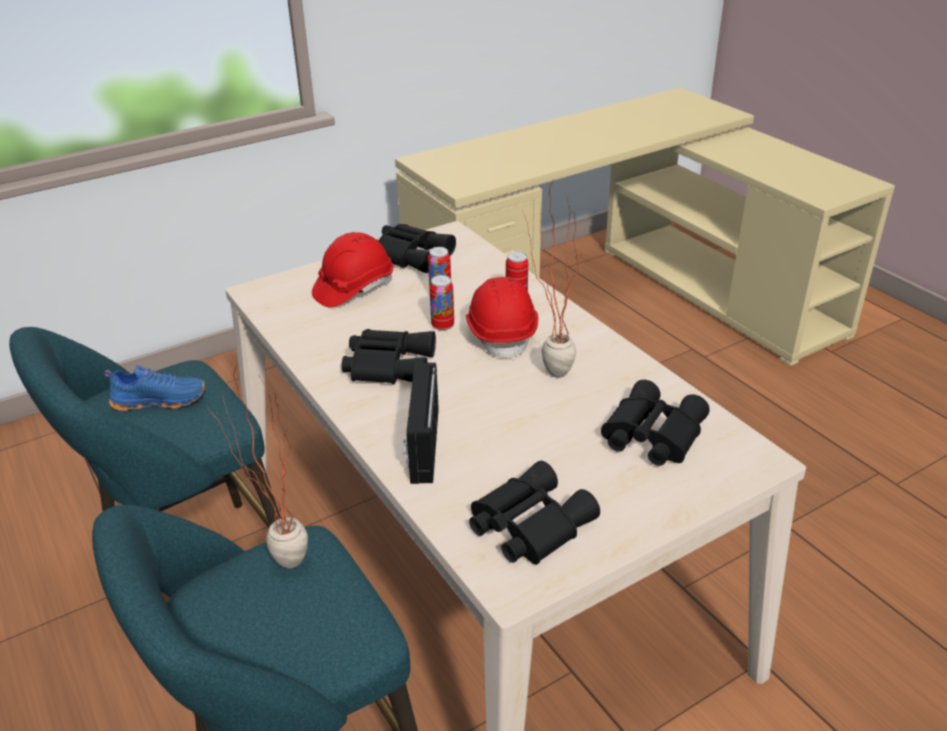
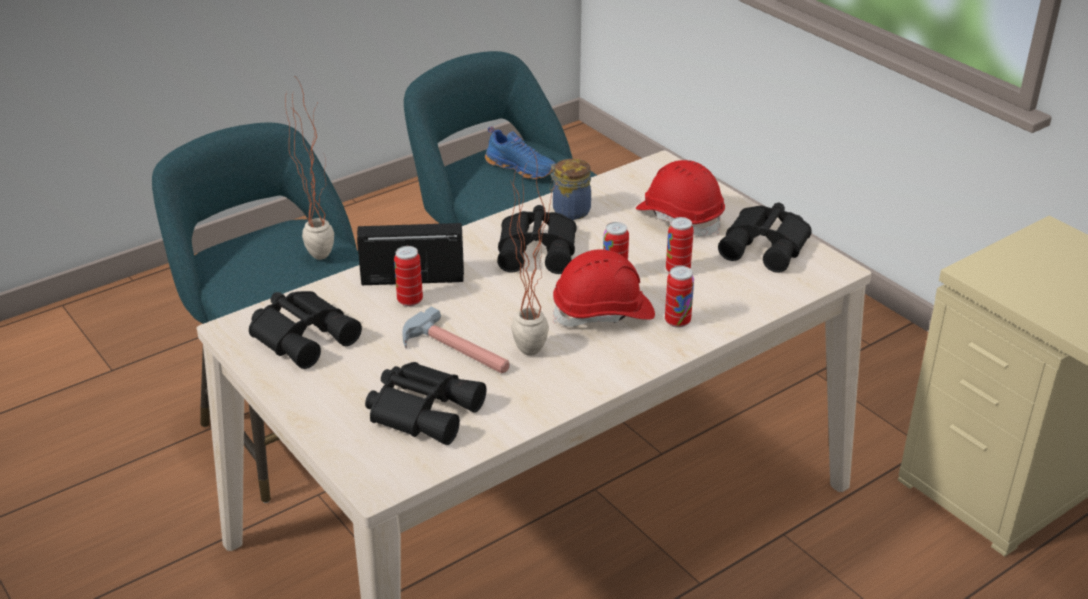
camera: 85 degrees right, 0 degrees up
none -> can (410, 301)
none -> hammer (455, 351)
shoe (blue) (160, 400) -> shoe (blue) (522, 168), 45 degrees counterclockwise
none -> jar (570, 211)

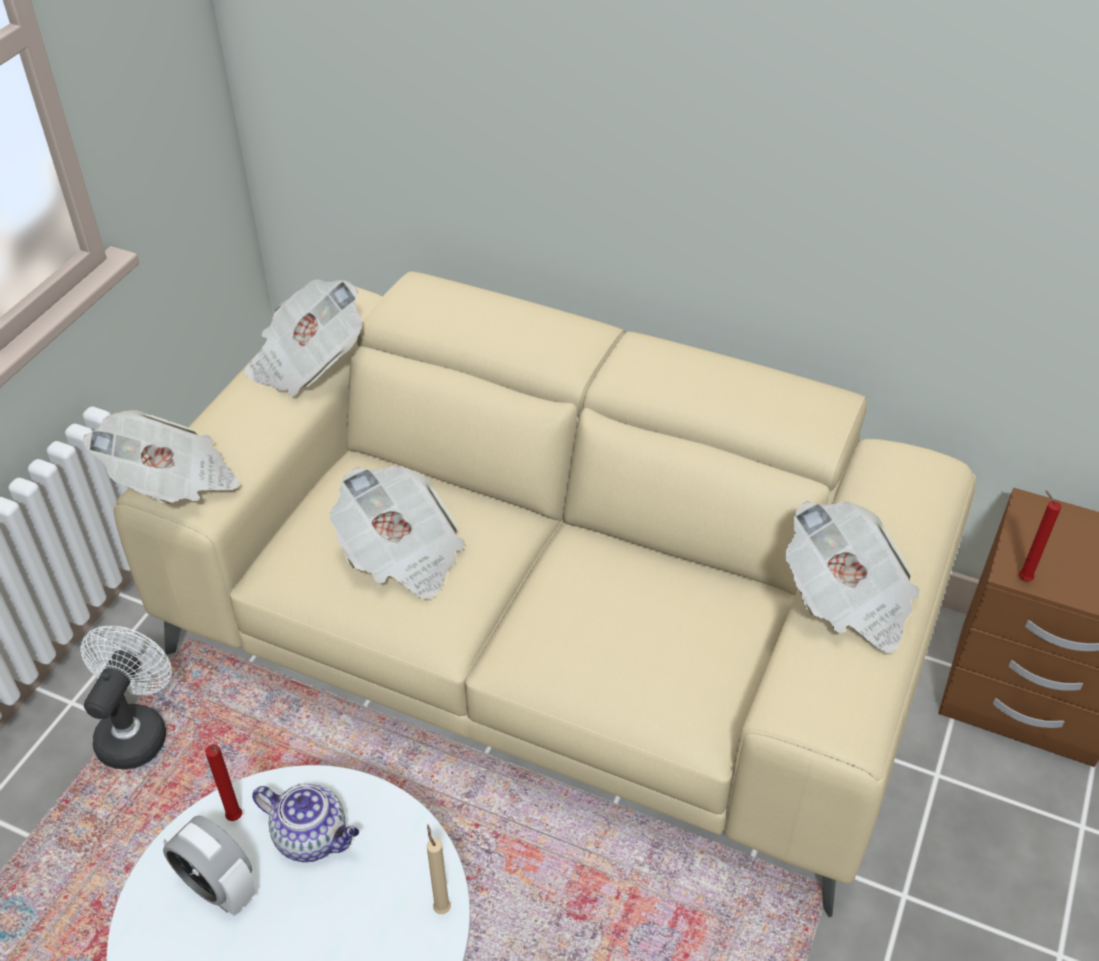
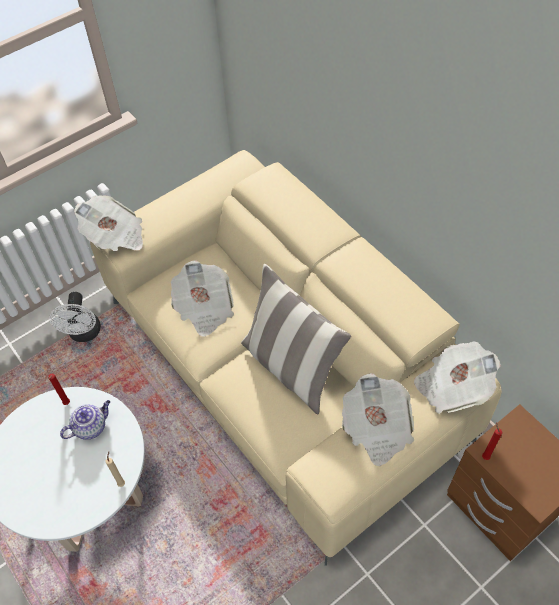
camera: 30 degrees right, 10 degrees up
fan (white) (136, 730) -> fan (white) (84, 334), 135 degrees clockwise
teapot (313, 837) -> teapot (91, 426), 90 degrees counterclockwise
none -> pillow (292, 367)
newspaper (306, 362) -> newspaper (452, 387), move
alarm clock (218, 887) -> none

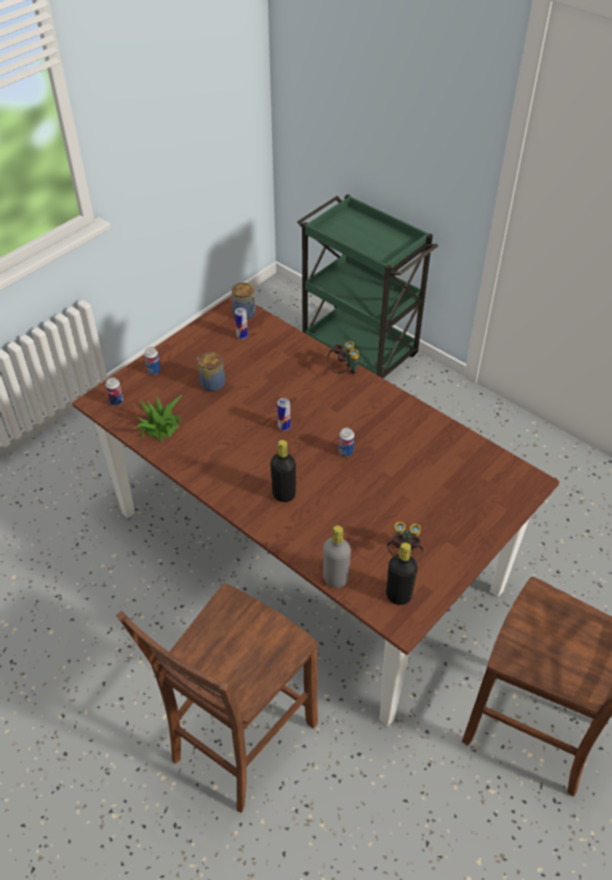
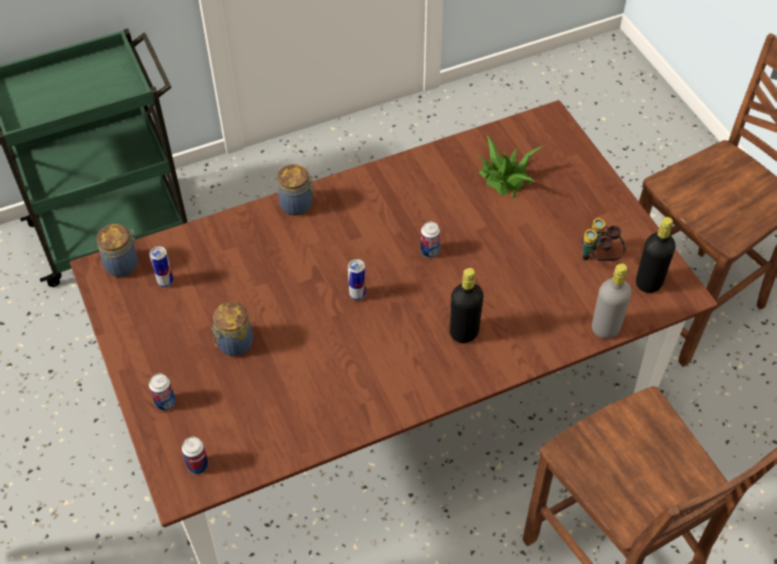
camera: 65 degrees left, 5 degrees up
binoculars (343, 371) -> jar (298, 205)
potted plant (160, 426) -> potted plant (505, 178), move

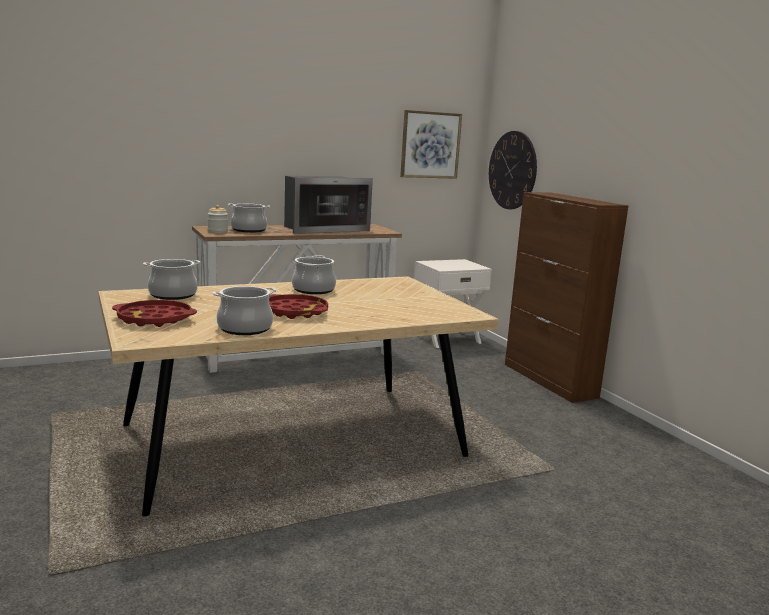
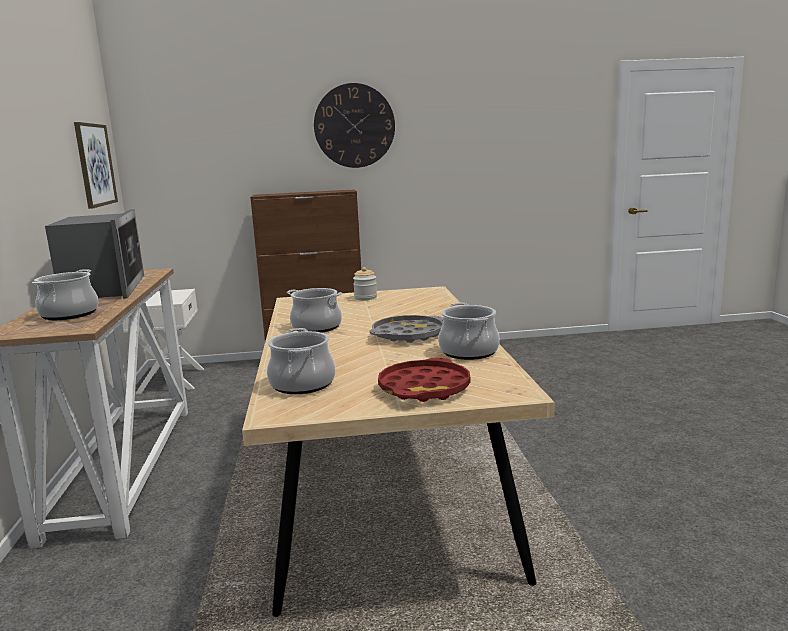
camera: 70 degrees left, 0 degrees up
wall clock (512, 170) -> wall clock (354, 126), move
jar (217, 231) -> jar (365, 298), move
tray (red) (295, 312) -> tray (grey) (407, 335)

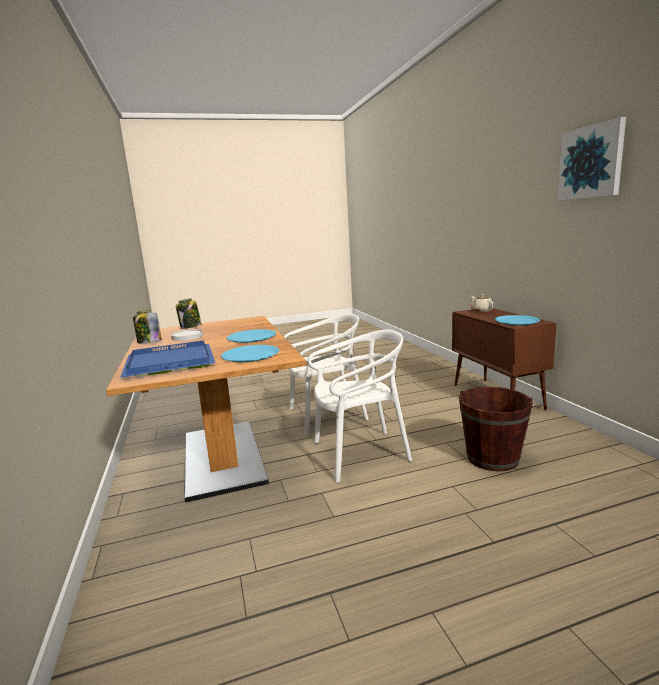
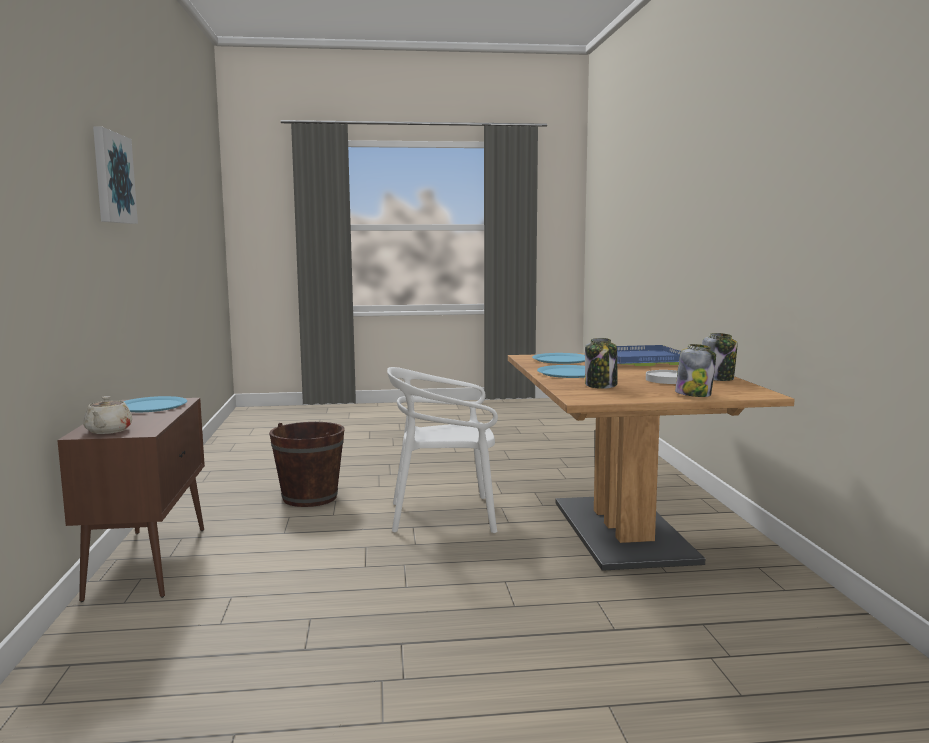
camera: 170 degrees left, 5 degrees down
none -> jar (601, 385)
chair (white) (326, 416) -> none

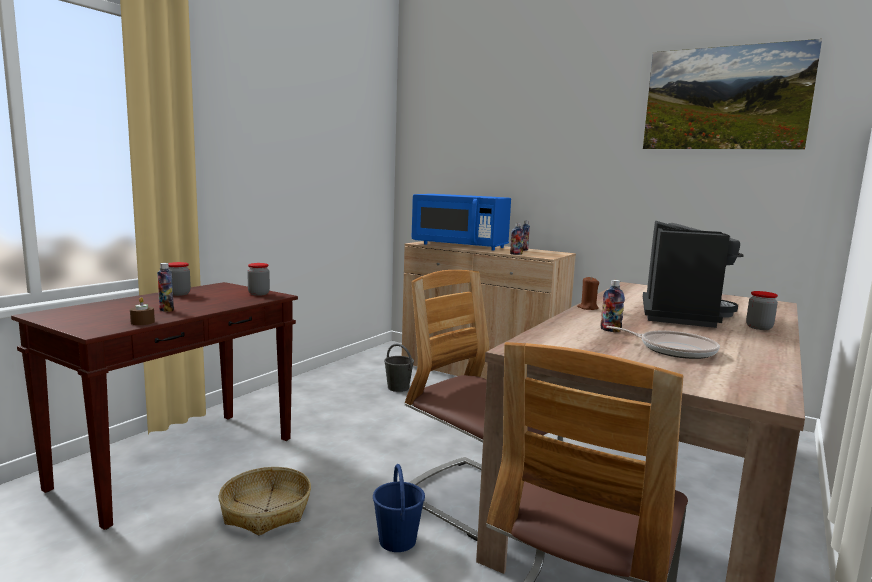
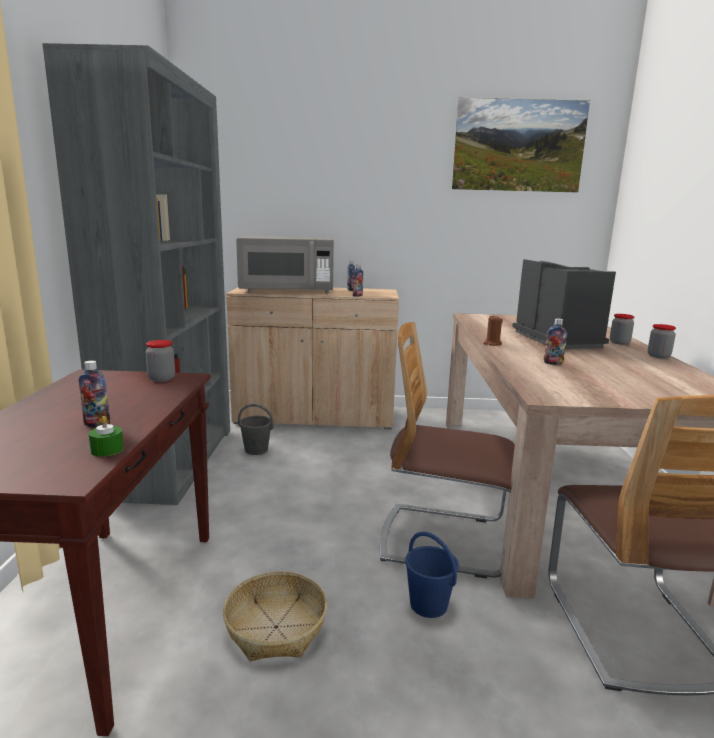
camera: 30 degrees left, 5 degrees up
none -> bookcase (grey) (173, 461)
candle (brown) (142, 322) -> candle (green) (107, 450)
microwave (blue) (460, 246) -> microwave (grey) (286, 291)
jar (179, 294) -> jar (658, 356), move
frying pan (673, 349) -> none

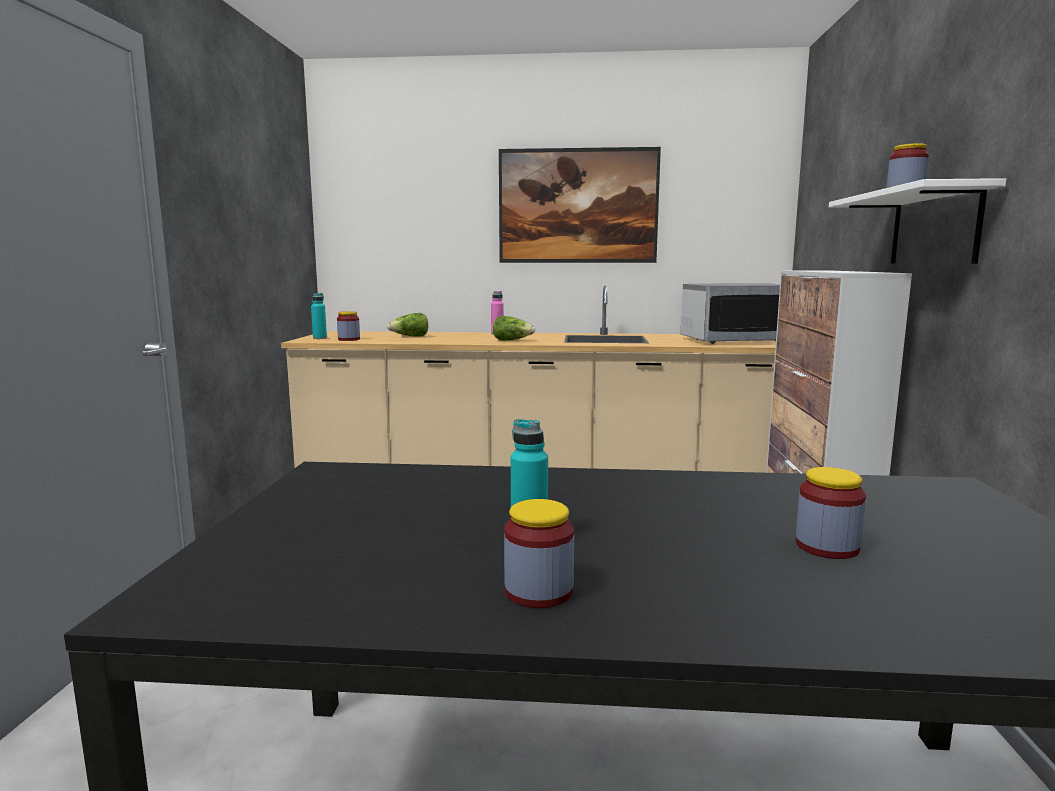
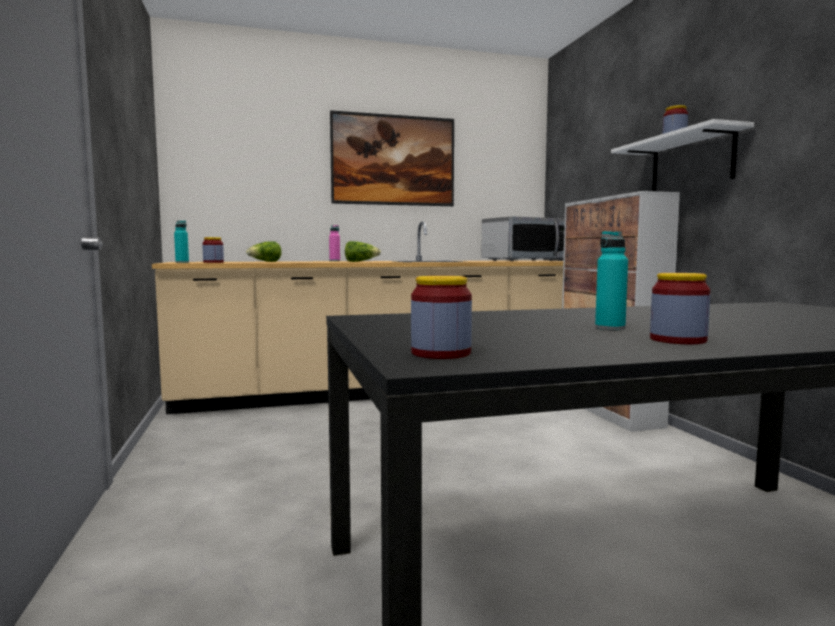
camera: 20 degrees left, 5 degrees down
jar (827, 546) -> jar (441, 353), move

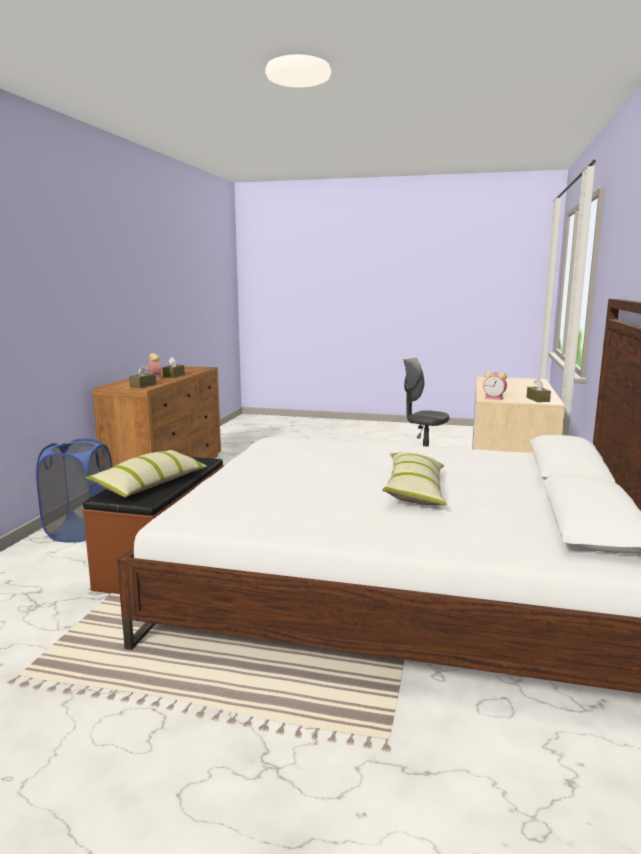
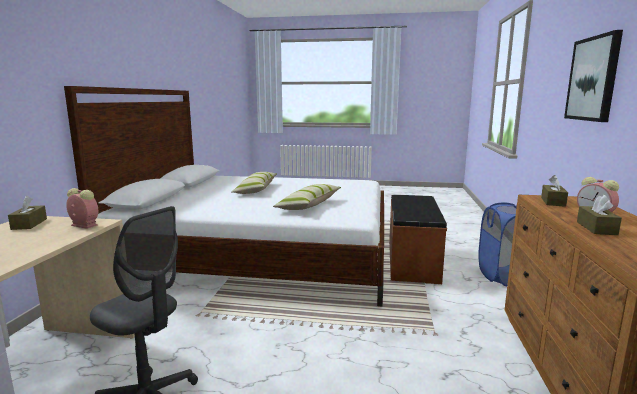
camera: 175 degrees right, 0 degrees up
pillow (150, 484) -> pillow (309, 205), move
none -> picture (593, 79)

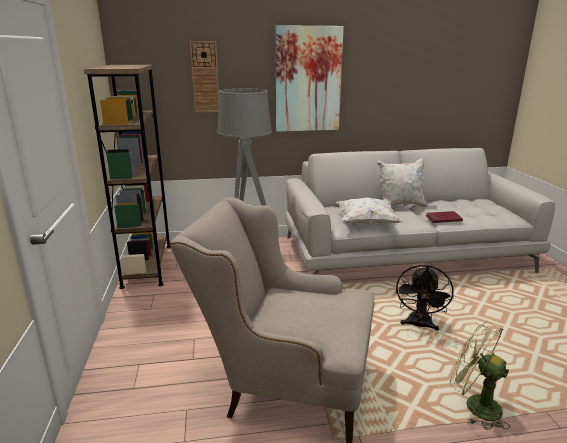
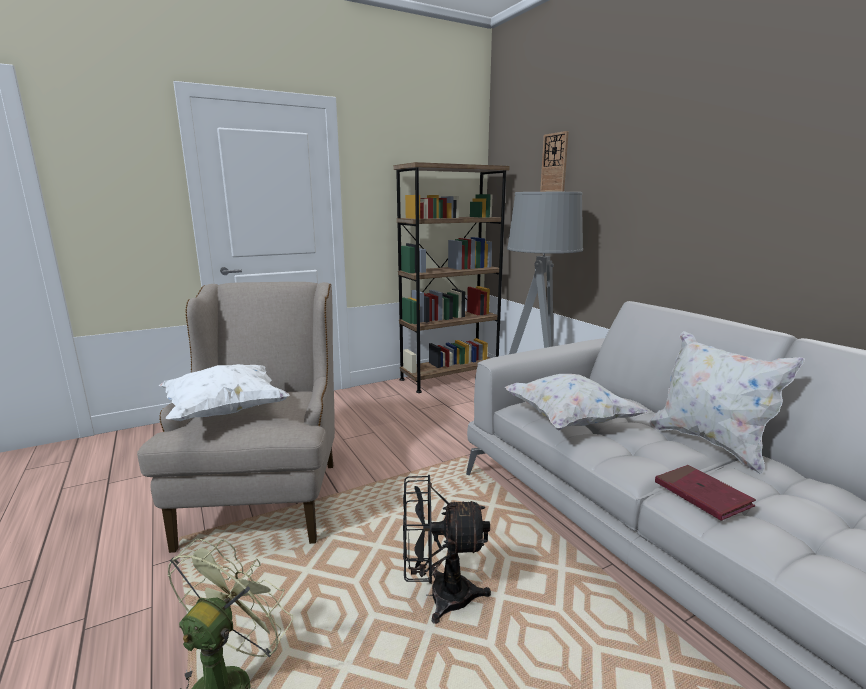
camera: 70 degrees right, 5 degrees down
none -> pillow (white) (225, 412)
picture (308, 80) -> none

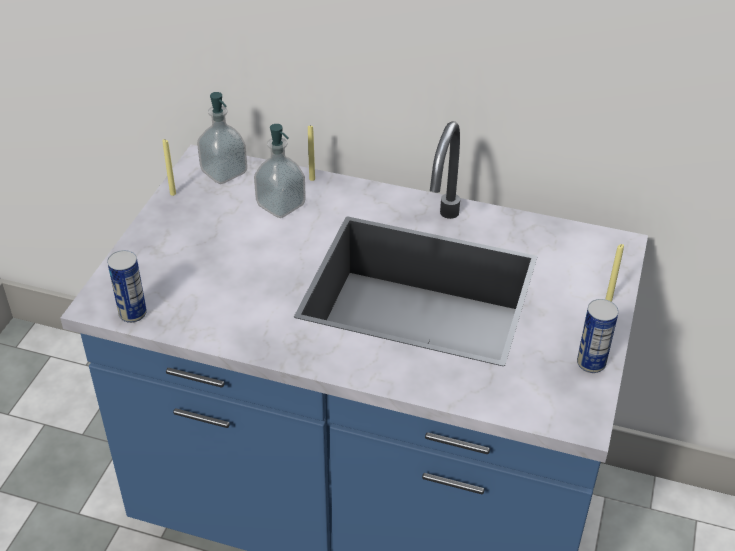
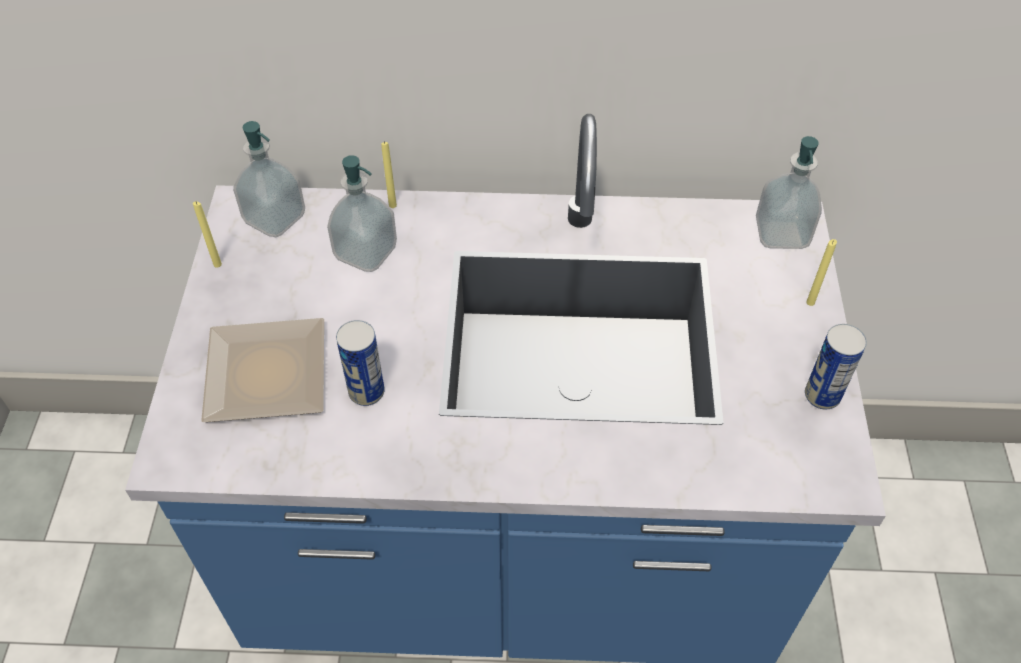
camera: 15 degrees left, 10 degrees up
none -> plate (271, 377)
can (132, 313) -> can (366, 392), move
none -> soap dispenser (781, 233)

